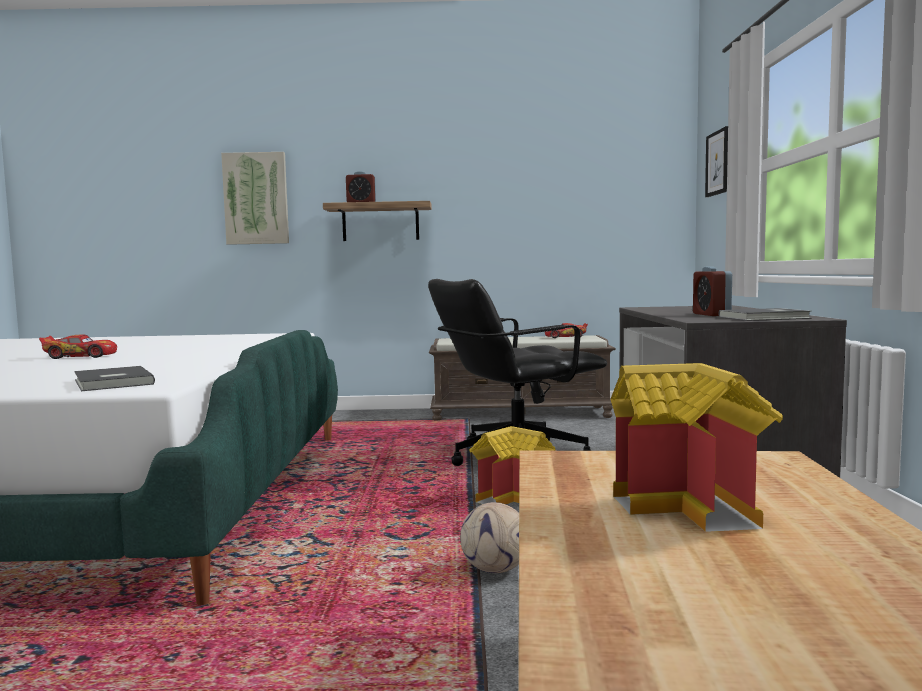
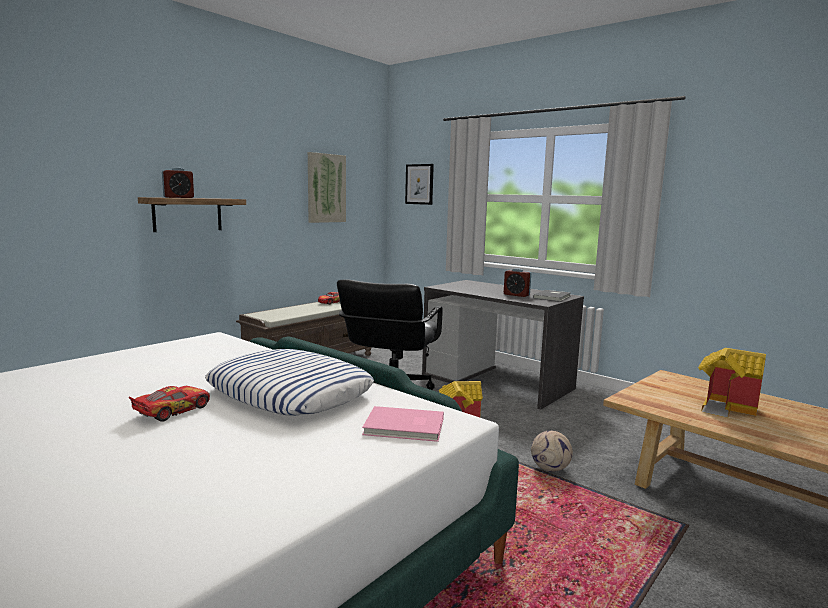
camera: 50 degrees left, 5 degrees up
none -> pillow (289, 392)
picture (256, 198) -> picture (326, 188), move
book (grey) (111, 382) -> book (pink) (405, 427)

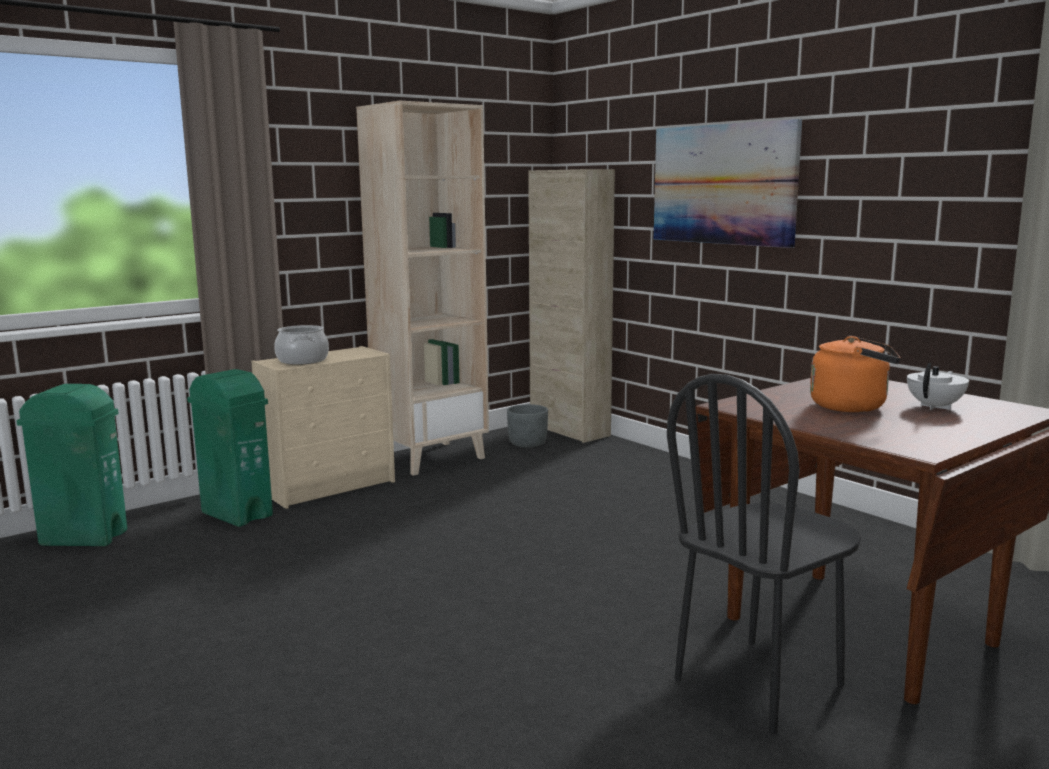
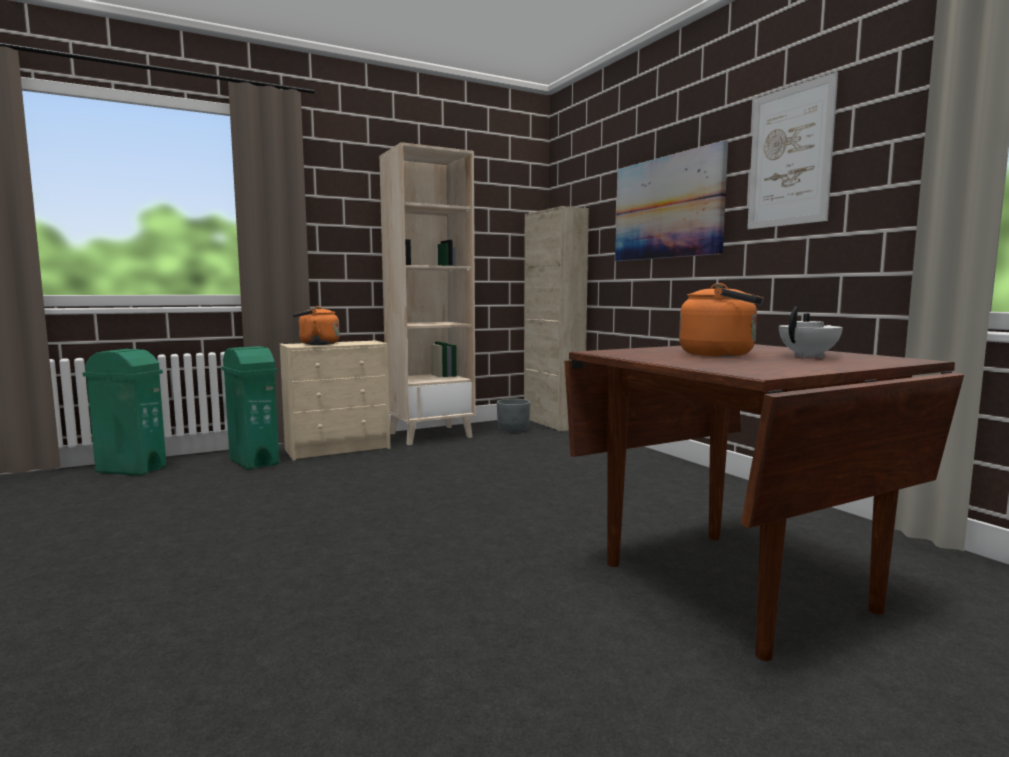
camera: 10 degrees right, 5 degrees down
cooking pot (302, 360) -> kettle (orange) (316, 344)
none -> picture (790, 157)
chair (black) (759, 683) -> none

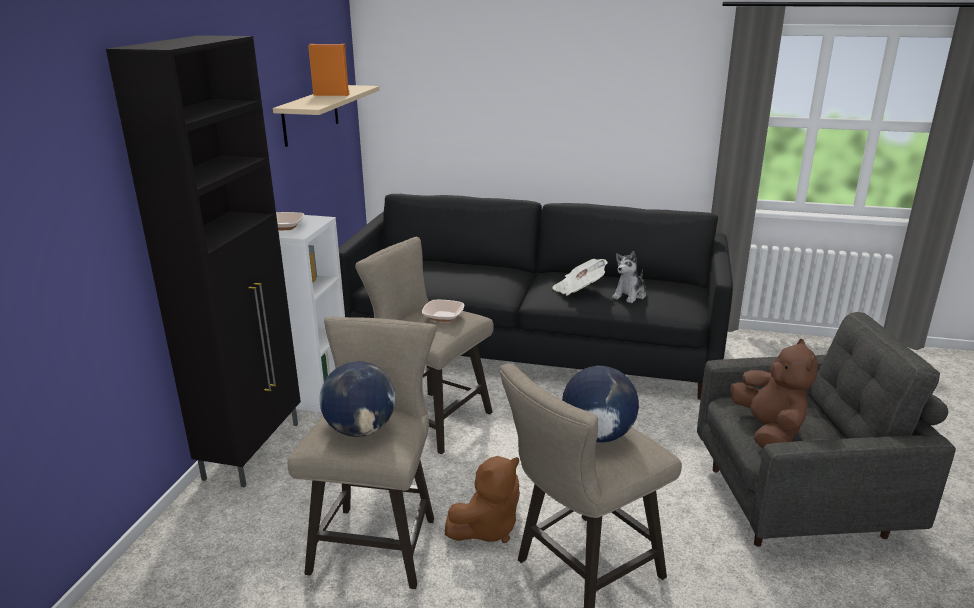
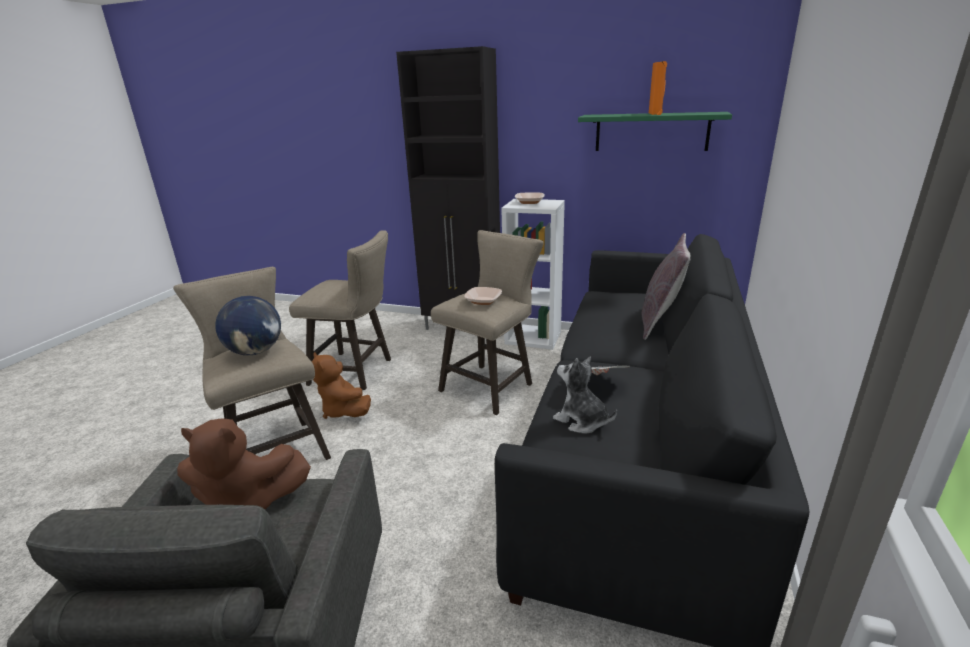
camera: 95 degrees right, 0 degrees up
shelf (beige) (311, 115) -> shelf (green) (651, 132)
none -> pillow (grey) (660, 322)
globe (361, 430) -> none

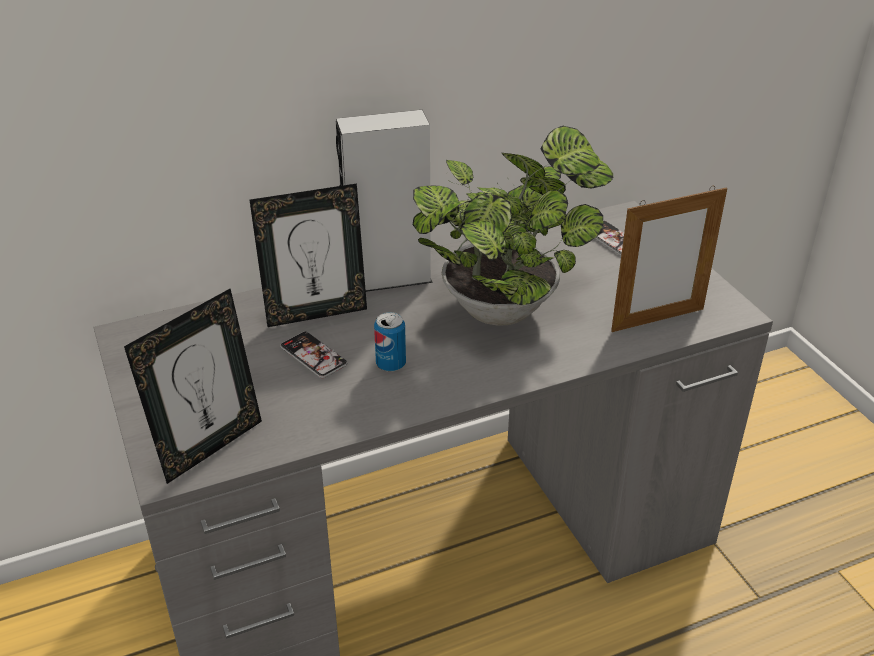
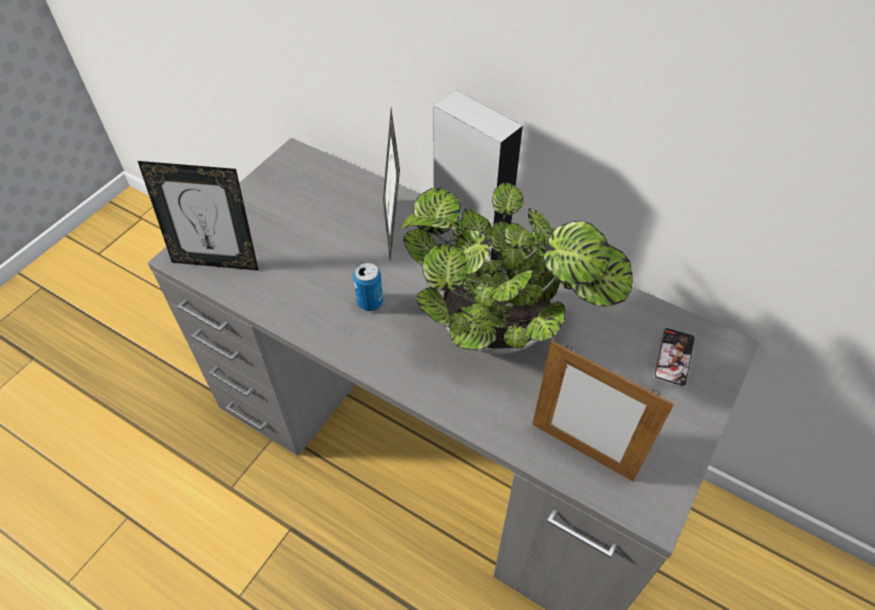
camera: 55 degrees right, 15 degrees up
picture frame (316, 313) -> picture frame (393, 228), 45 degrees clockwise
phone (313, 356) -> none

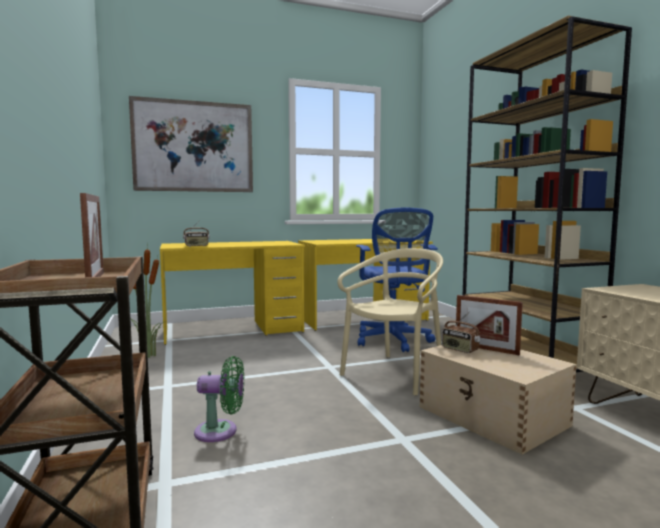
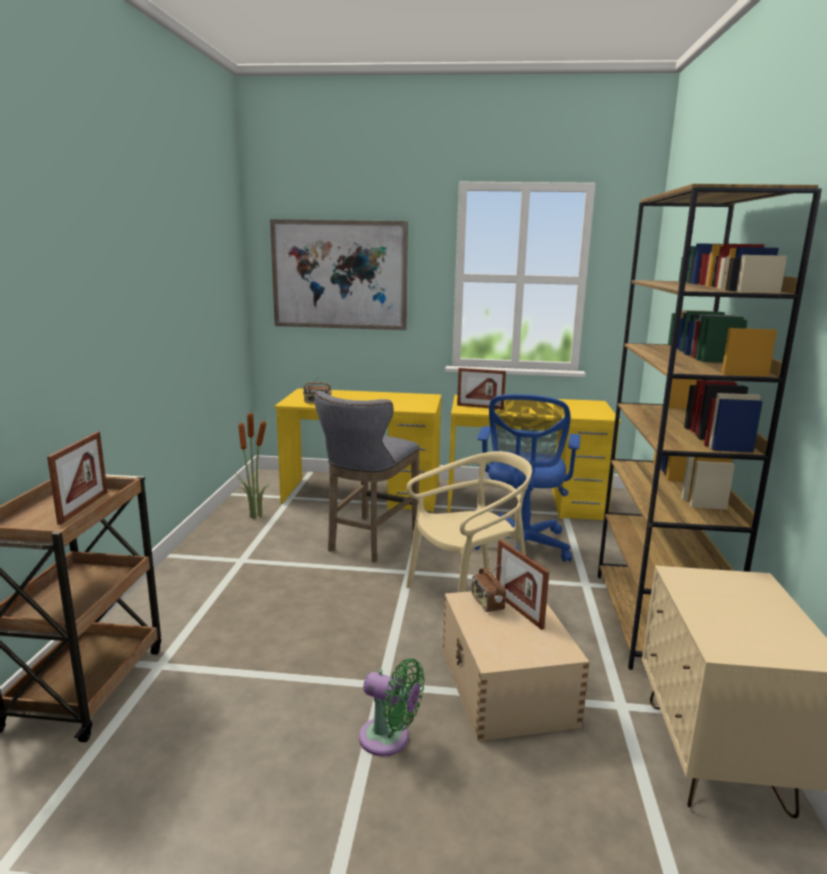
camera: 25 degrees right, 10 degrees up
none -> stool (grey) (369, 541)
fan (green) (220, 431) -> fan (green) (389, 739), move
none -> picture frame (480, 407)

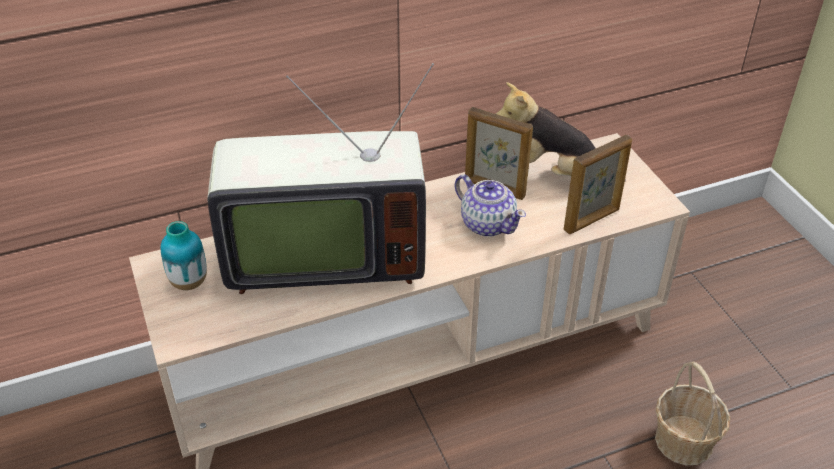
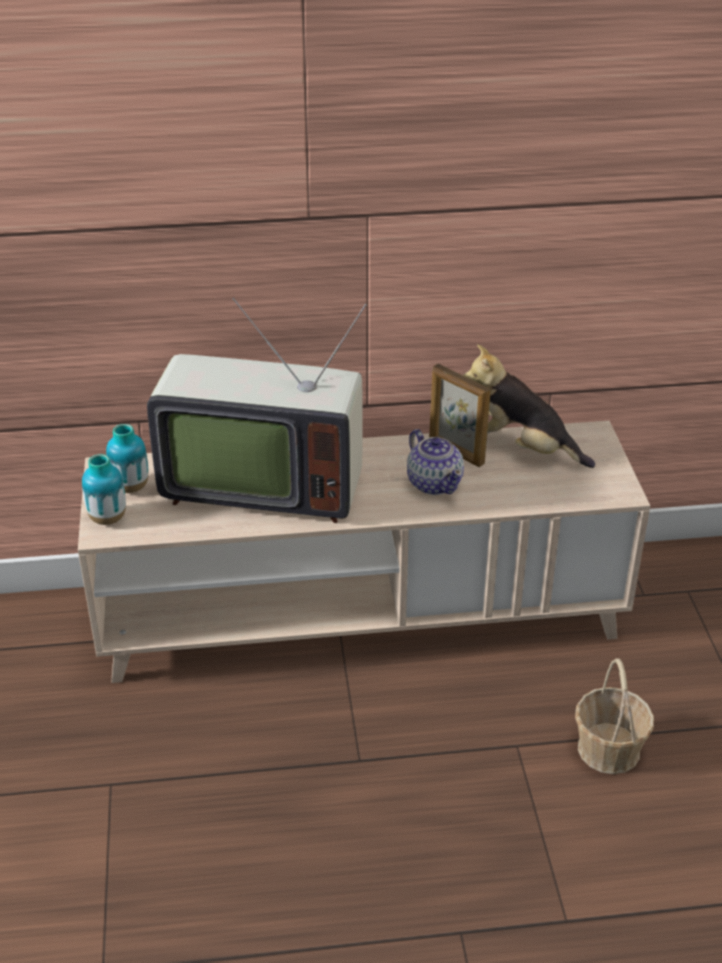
camera: 15 degrees right, 5 degrees down
none -> vase (108, 518)
picture frame (592, 220) -> none

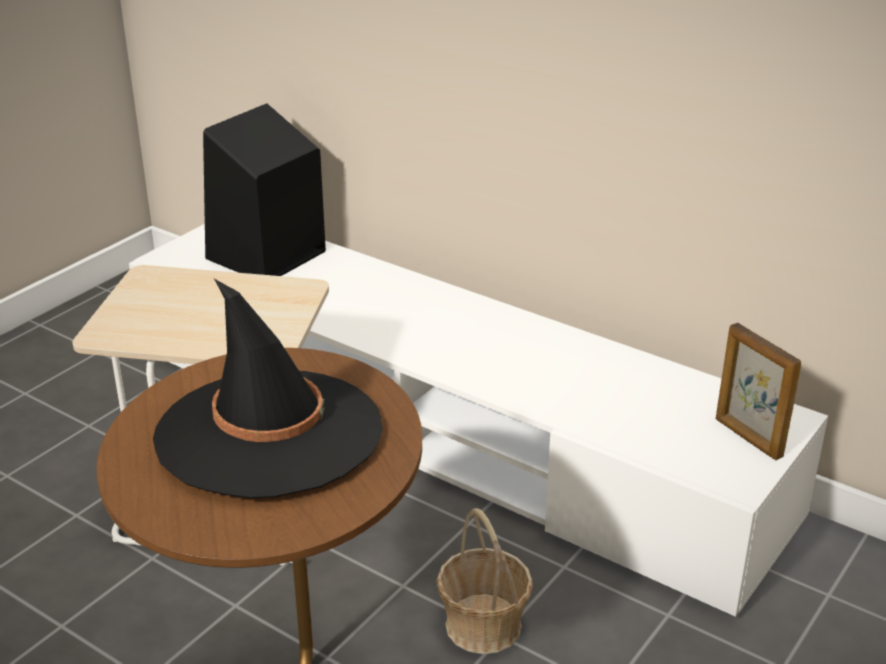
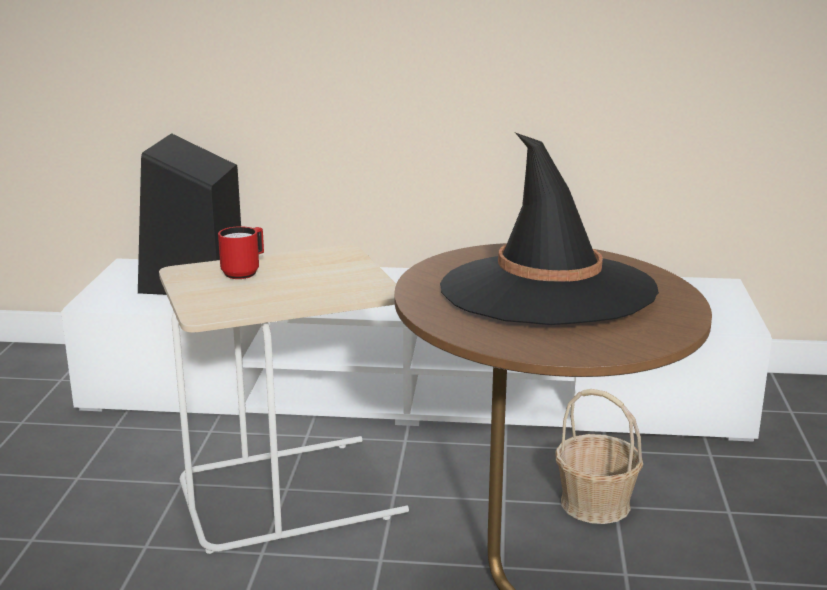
camera: 30 degrees left, 10 degrees down
none -> mug (red) (245, 272)
picture frame (747, 438) -> none

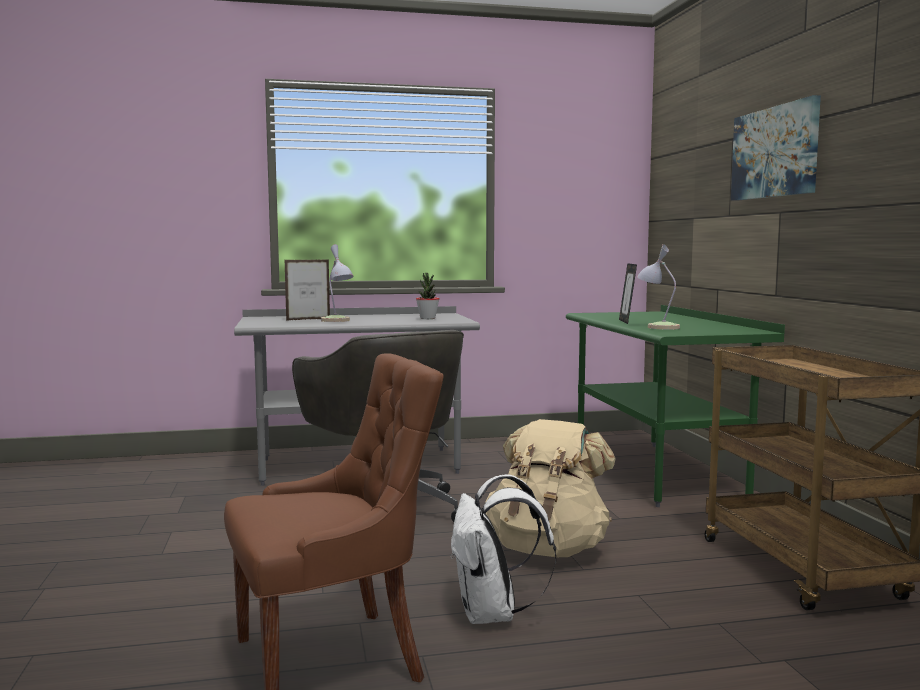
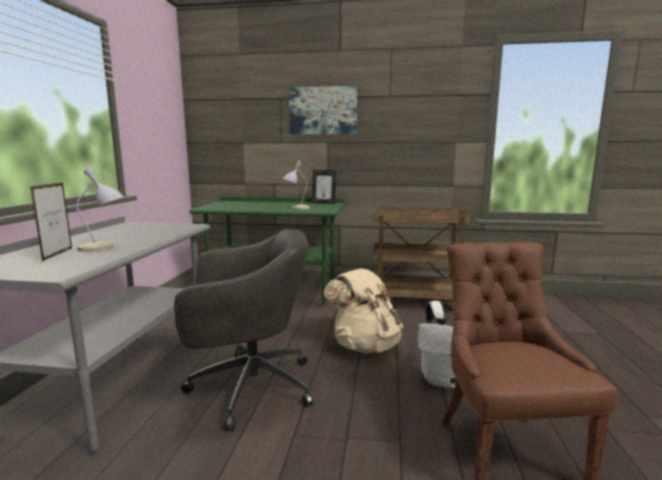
camera: 70 degrees left, 5 degrees up
picture frame (626, 321) -> picture frame (323, 203), move
potted plant (427, 318) -> none

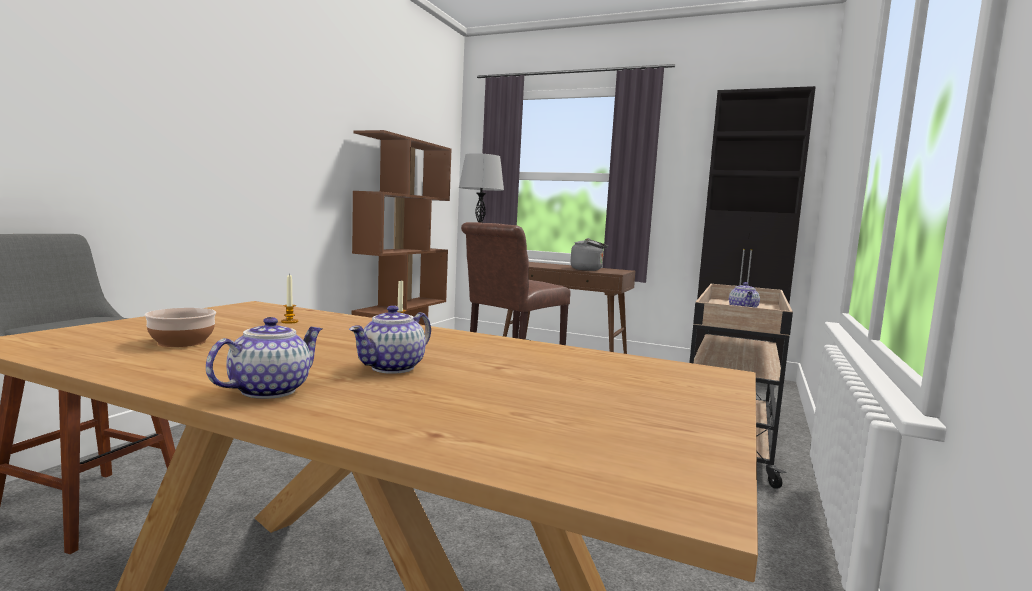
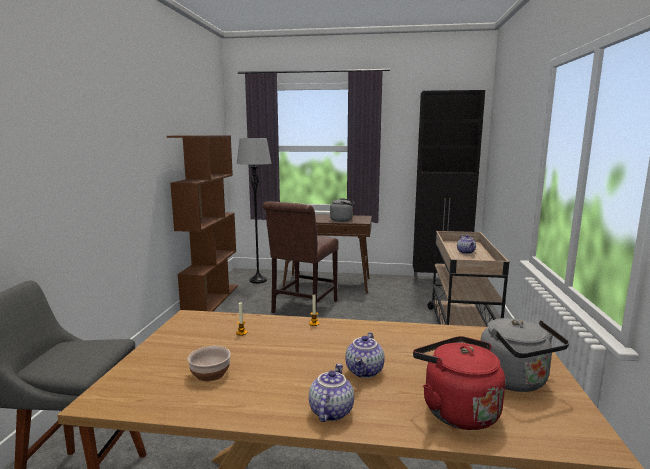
camera: 15 degrees left, 5 degrees up
none -> kettle (red) (456, 410)
none -> kettle (grey) (516, 381)

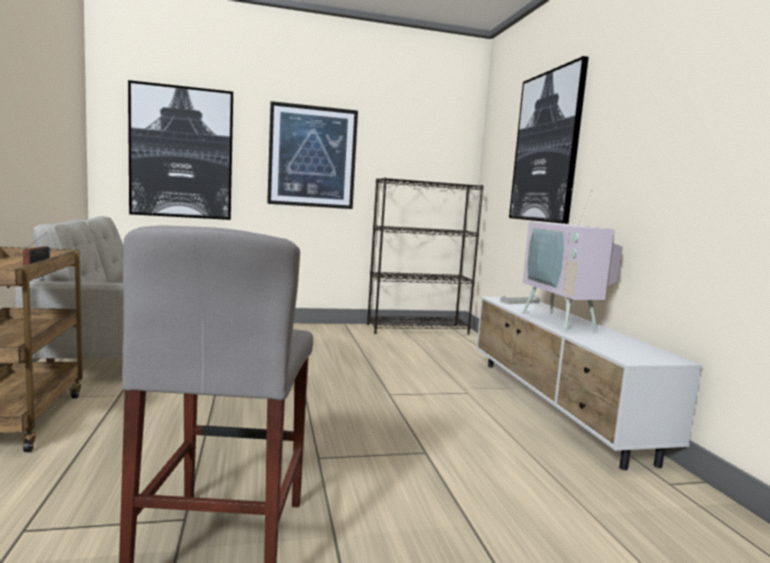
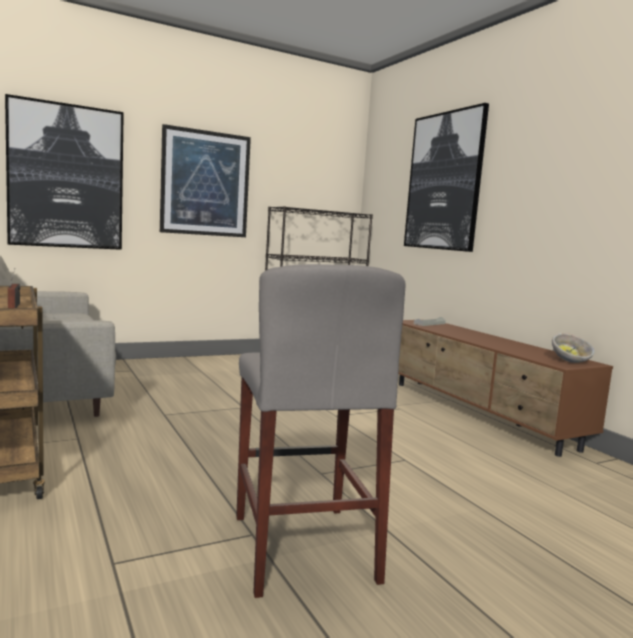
camera: 15 degrees left, 0 degrees up
tv stand (white) (555, 406) -> tv stand (brown) (476, 413)
none -> bowl (570, 361)
television (564, 322) -> none

